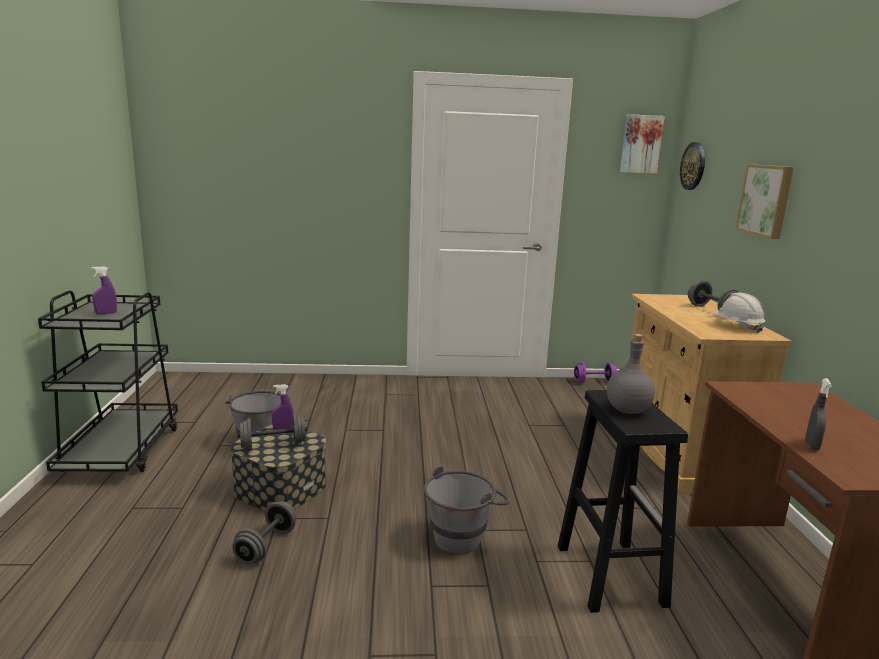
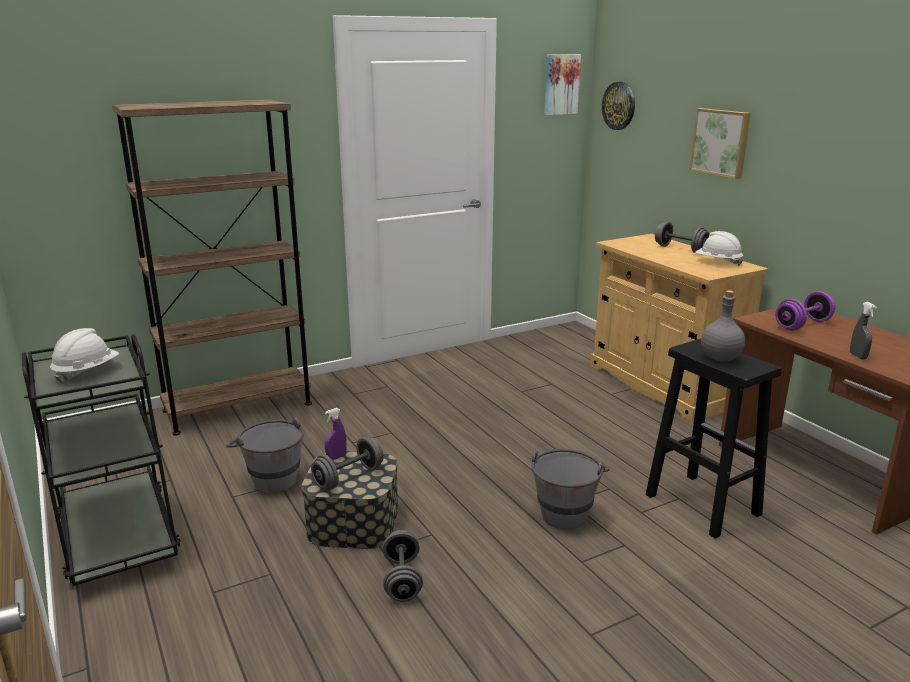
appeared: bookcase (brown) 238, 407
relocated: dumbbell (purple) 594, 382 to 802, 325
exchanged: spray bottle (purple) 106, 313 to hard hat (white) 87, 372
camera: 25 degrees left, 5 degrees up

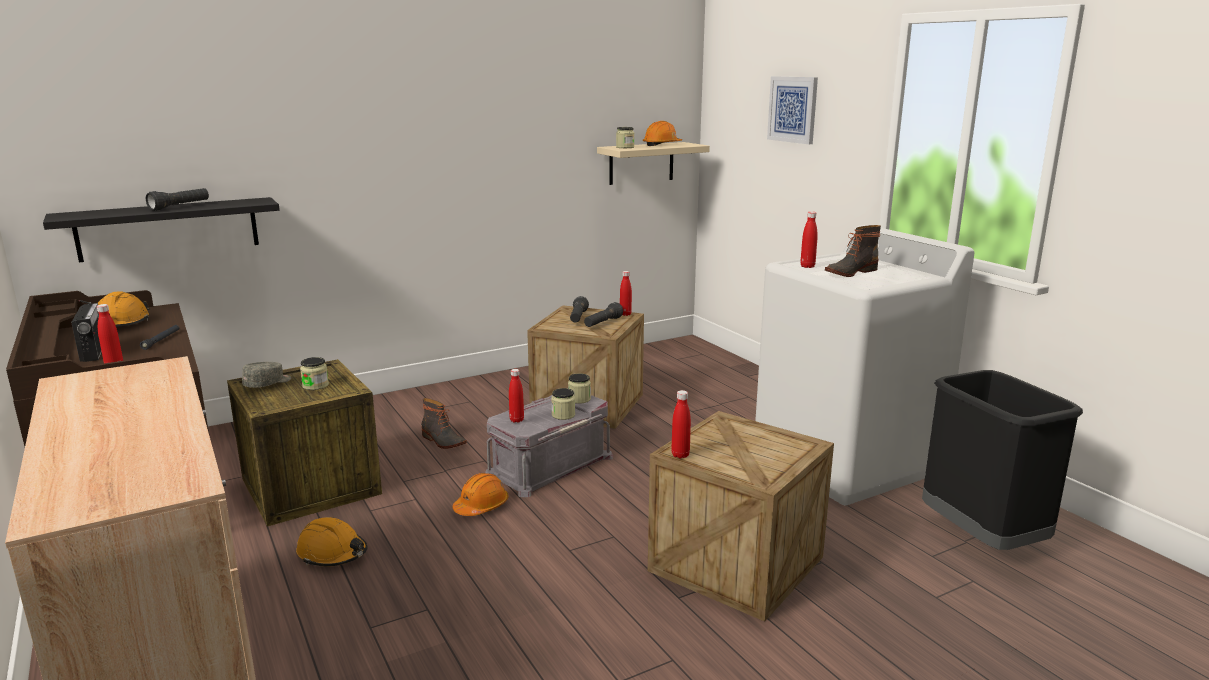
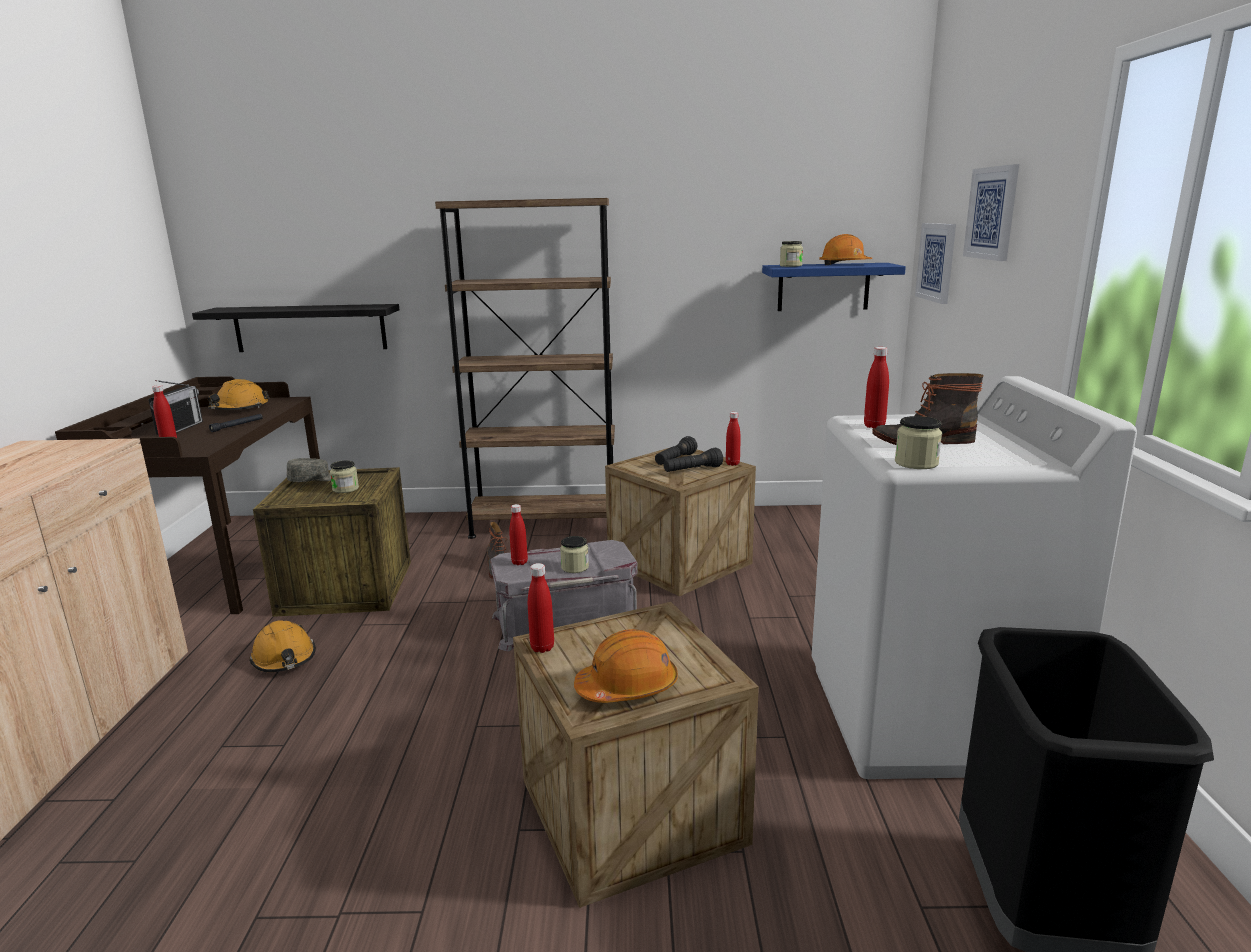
missing: flashlight (black) 180, 207
appeared: bookcase (brown) 544, 524; picture 937, 262
relocated: jar 579, 399 to 916, 463; hard hat (orange) 481, 506 to 627, 687
colour: shelf (beige) 641, 163 to shelf (blue) 823, 287
camera: 30 degrees right, 0 degrees up

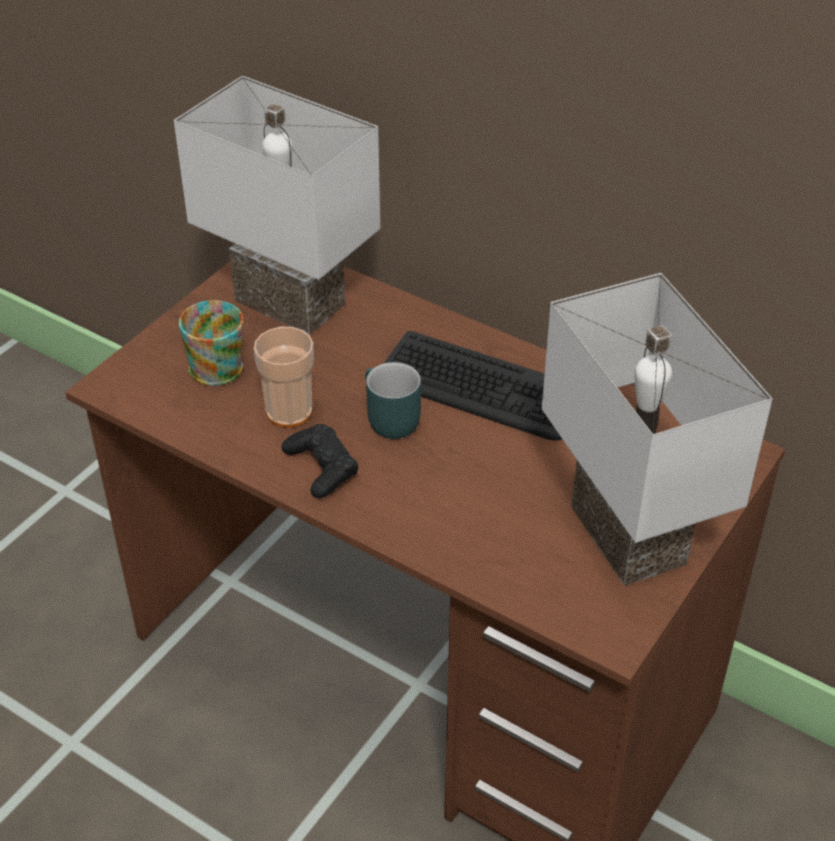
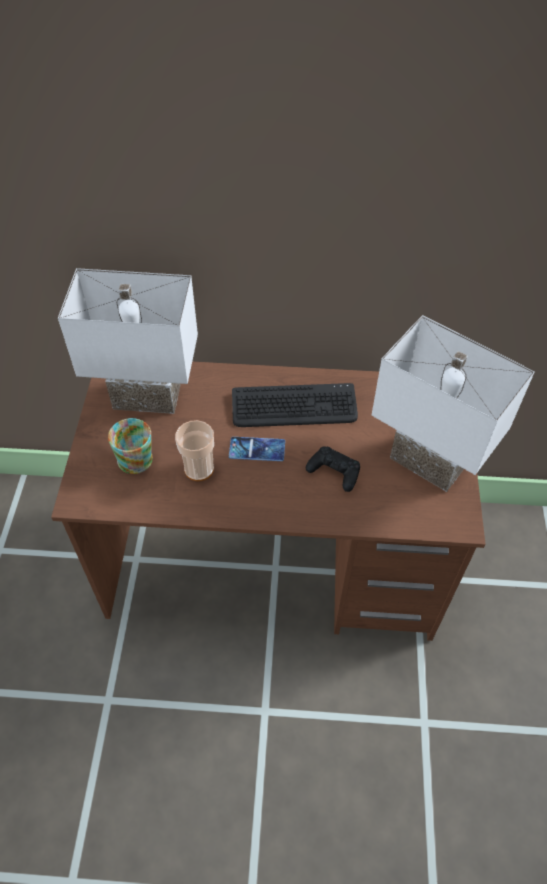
relocated: game controller (black) 321, 467 to 334, 471
exchanged: mug (turquoise) 386, 420 to phone 257, 449
camera: 30 degrees left, 10 degrees up

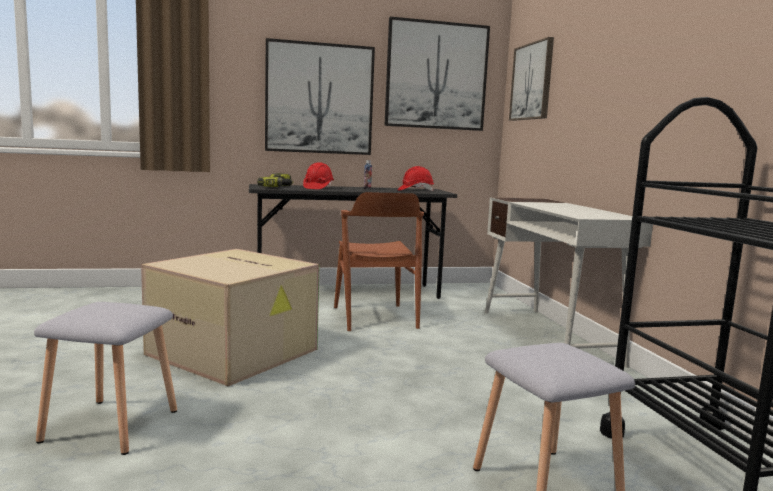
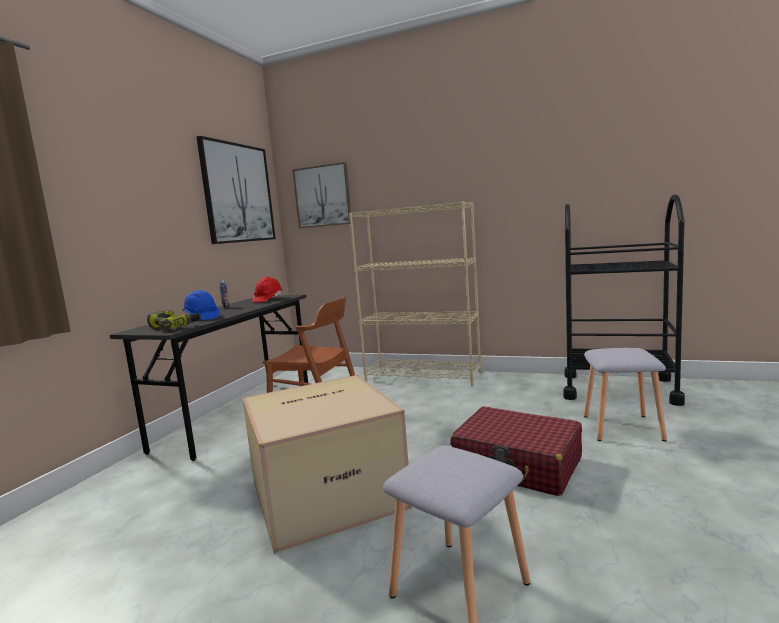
missing: picture 319, 99
appeared: suitcase (red) 518, 464
exchanged: desk (white) 548, 336 to bookcase (beige) 423, 376
colour: hard hat (red) 318, 188 to hard hat (blue) 202, 317
camera: 55 degrees left, 0 degrees up

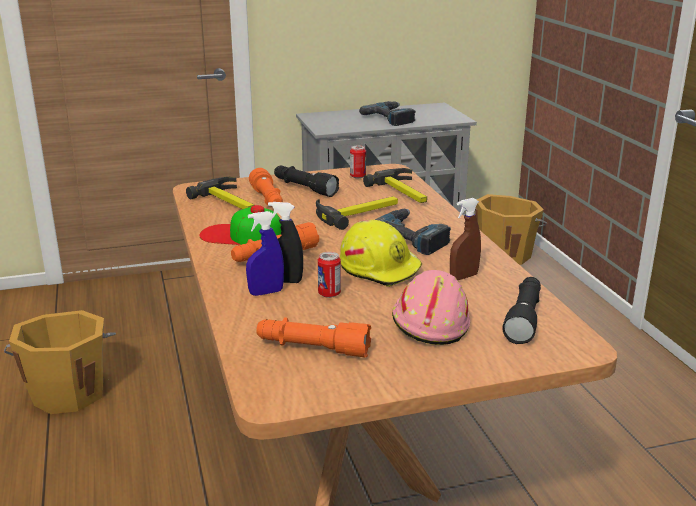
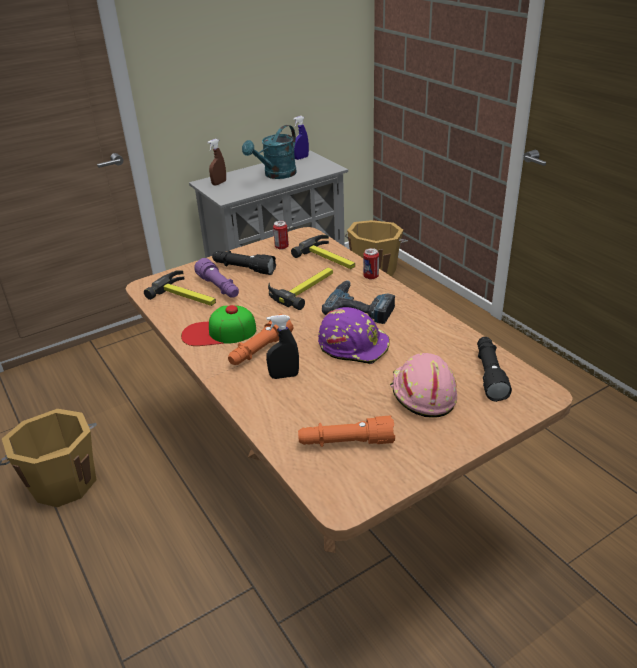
relocated: spray bottle (brown) 463, 277 to 219, 183; spray bottle (blue) 266, 292 to 301, 158; can 329, 294 to 371, 276
exchanged: power drill 392, 118 to watering can (turquoise) 276, 175
colour: flashlight (orange) 268, 200 to flashlight (purple) 219, 288; hard hat (yellow) 380, 268 to hard hat (purple) 353, 345
camera: 15 degrees left, 10 degrees up

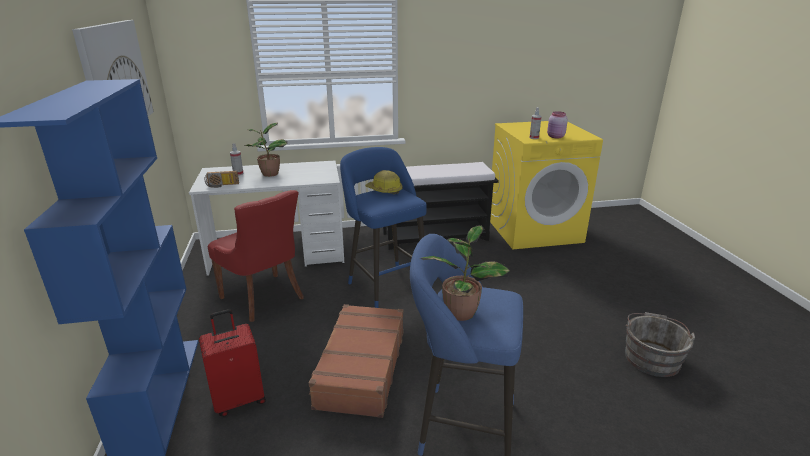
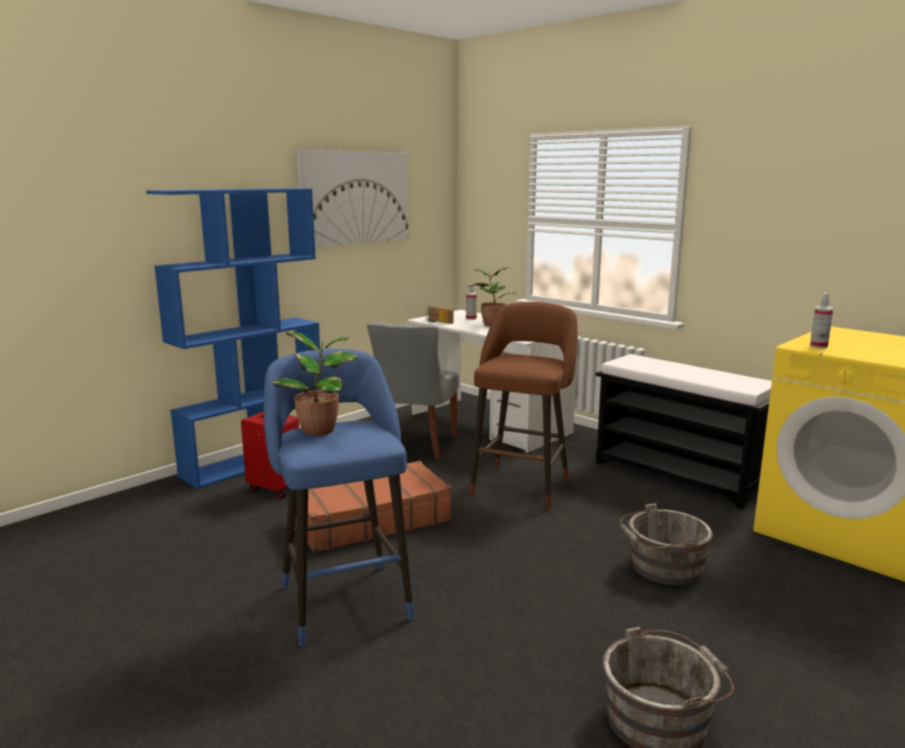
missing: jar (pink) 555, 137; hard hat 384, 190
appeared: bucket (grey) 662, 567
colour: stool (blue) 385, 285 to stool (brown) 522, 484; chair (red) 264, 298 to chair (grey) 414, 445
camera: 55 degrees right, 10 degrees down

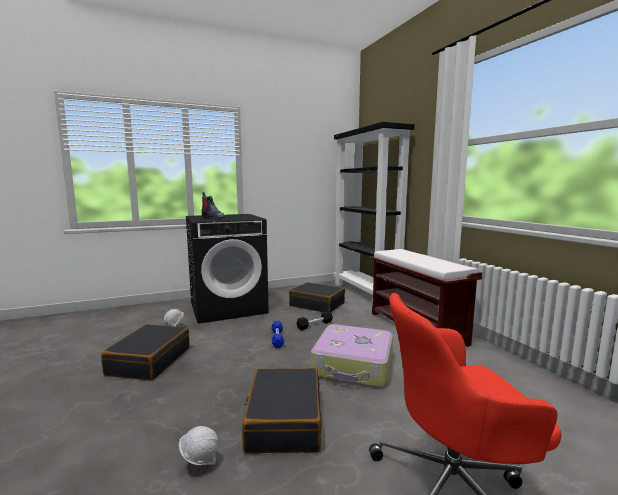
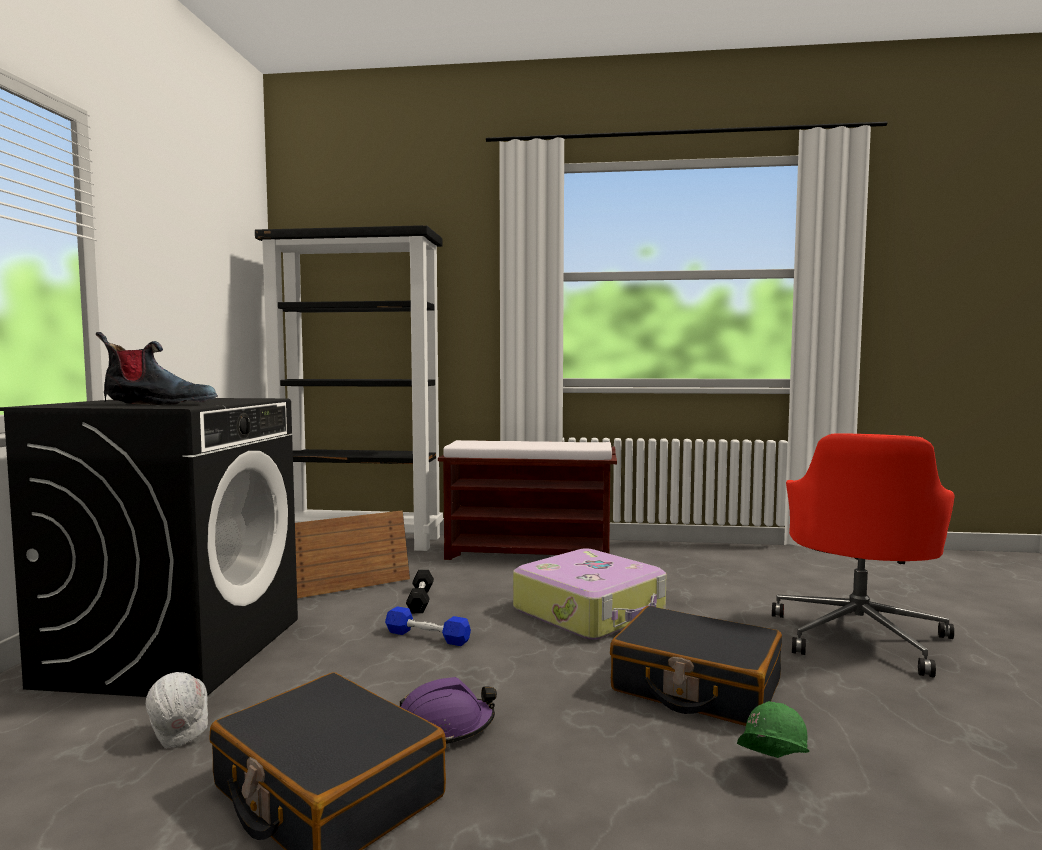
appeared: hard hat (purple) 445, 728
exchanged: suitcase (black) 317, 304 to crate 338, 578
colour: hard hat (white) 200, 463 to hard hat (green) 770, 770
camera: 60 degrees left, 5 degrees down

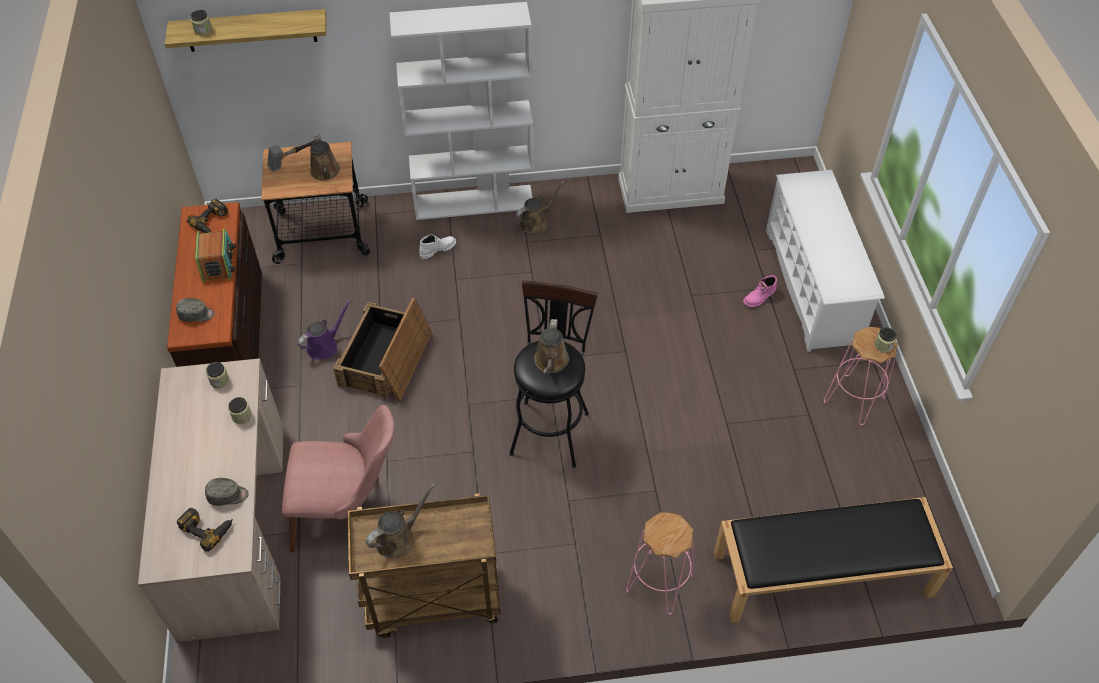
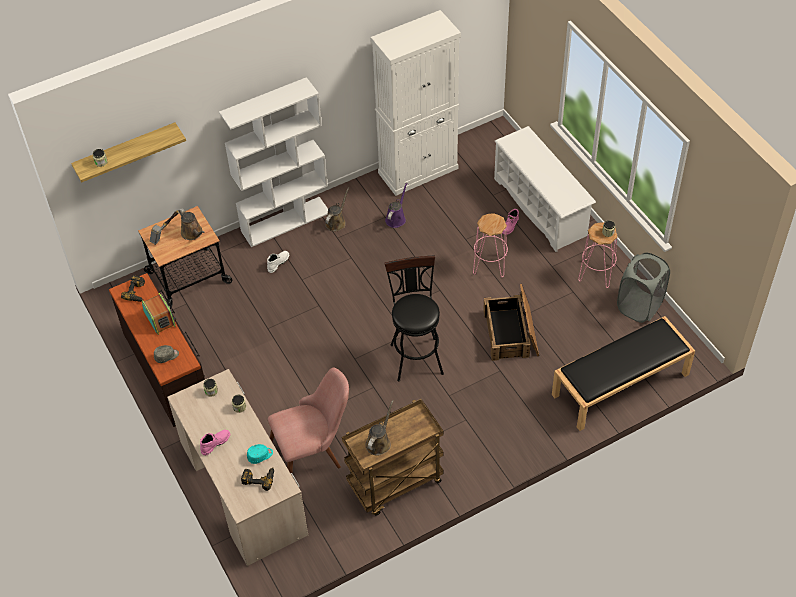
missing: watering can (brown) 551, 362
appeared: laundry basket (grey) 639, 306; boot (pink) 215, 443
relocated: crate 386, 360 to 511, 333; watering can (purple) 324, 346 to 396, 218; stool (pink) 659, 583 to 490, 264
colour: cap (grey) 228, 496 to cap (turquoise) 260, 455
camera: 20 degrees left, 0 degrees up

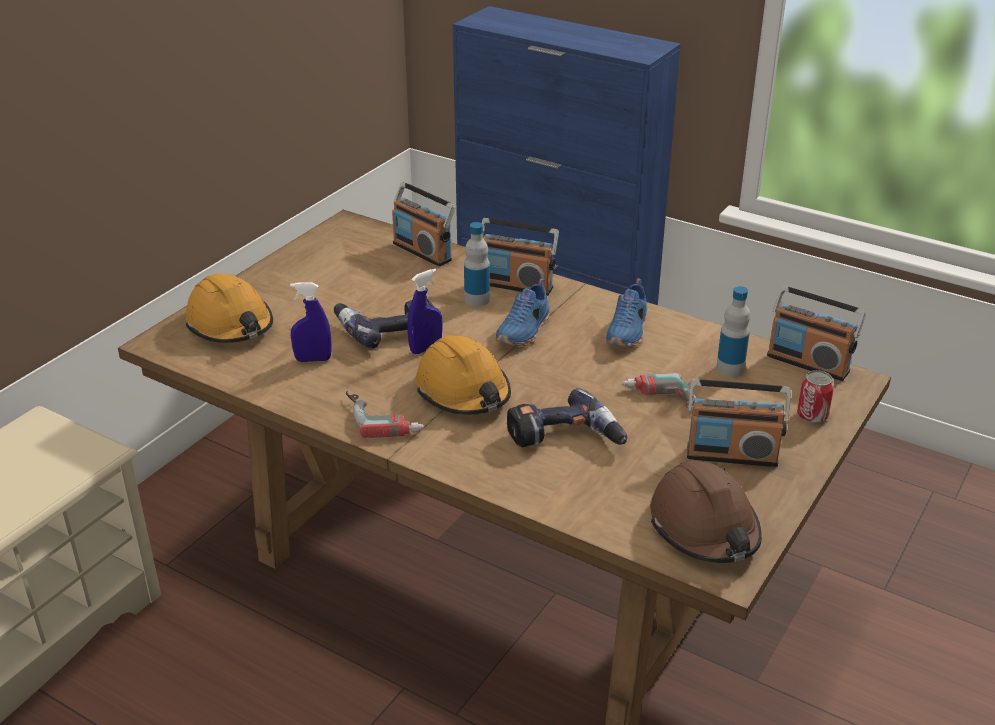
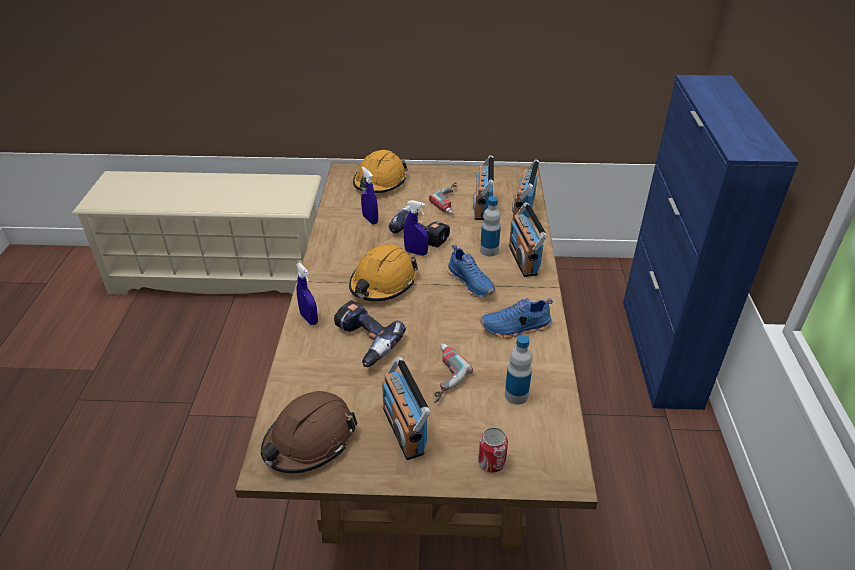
appeared: spray bottle (blue) 309, 319
relocated: radio 808, 363 to 482, 206; power drill 384, 416 to 452, 201
spun: shoe (blue) 525, 331 = 471, 282 120 degrees counterclockwise
camera: 60 degrees right, 5 degrees up

